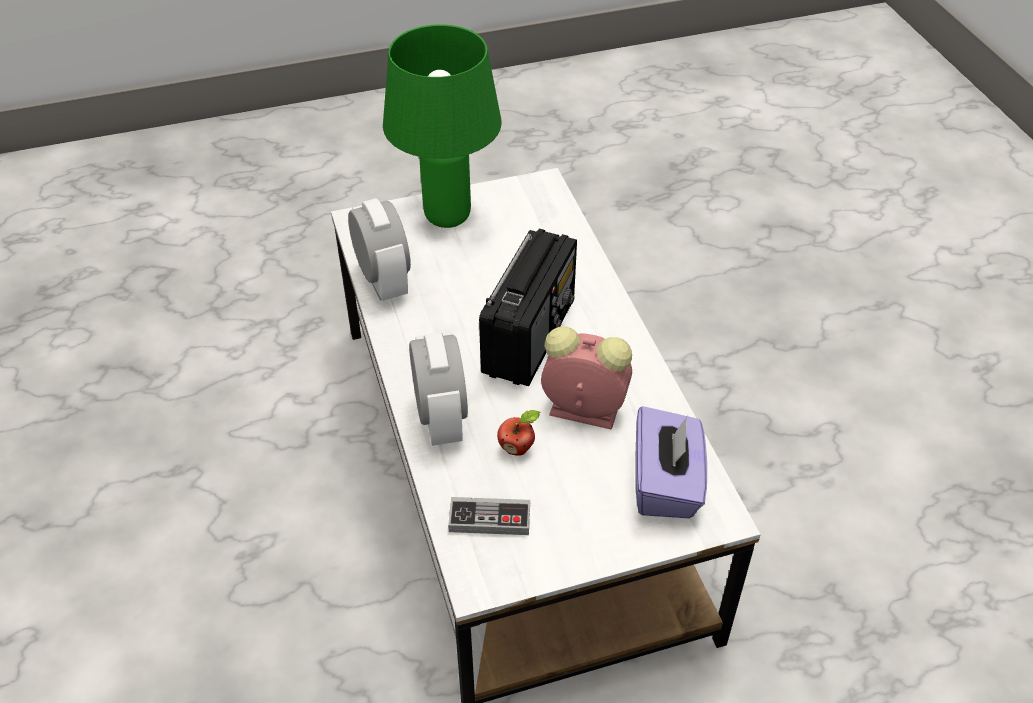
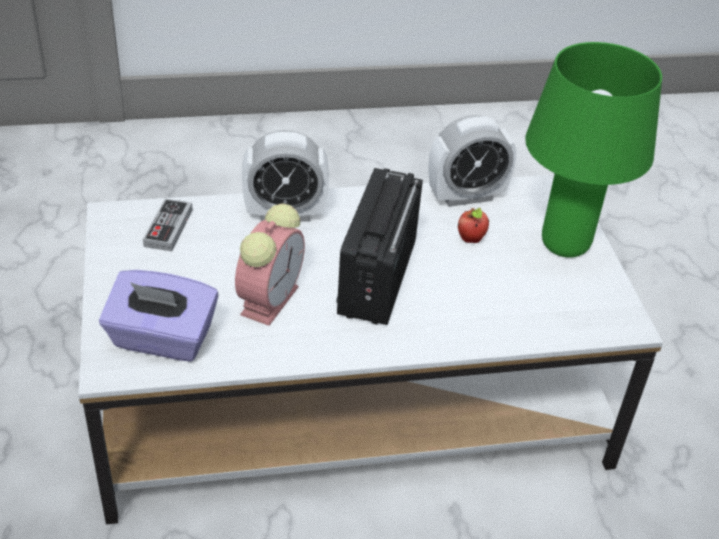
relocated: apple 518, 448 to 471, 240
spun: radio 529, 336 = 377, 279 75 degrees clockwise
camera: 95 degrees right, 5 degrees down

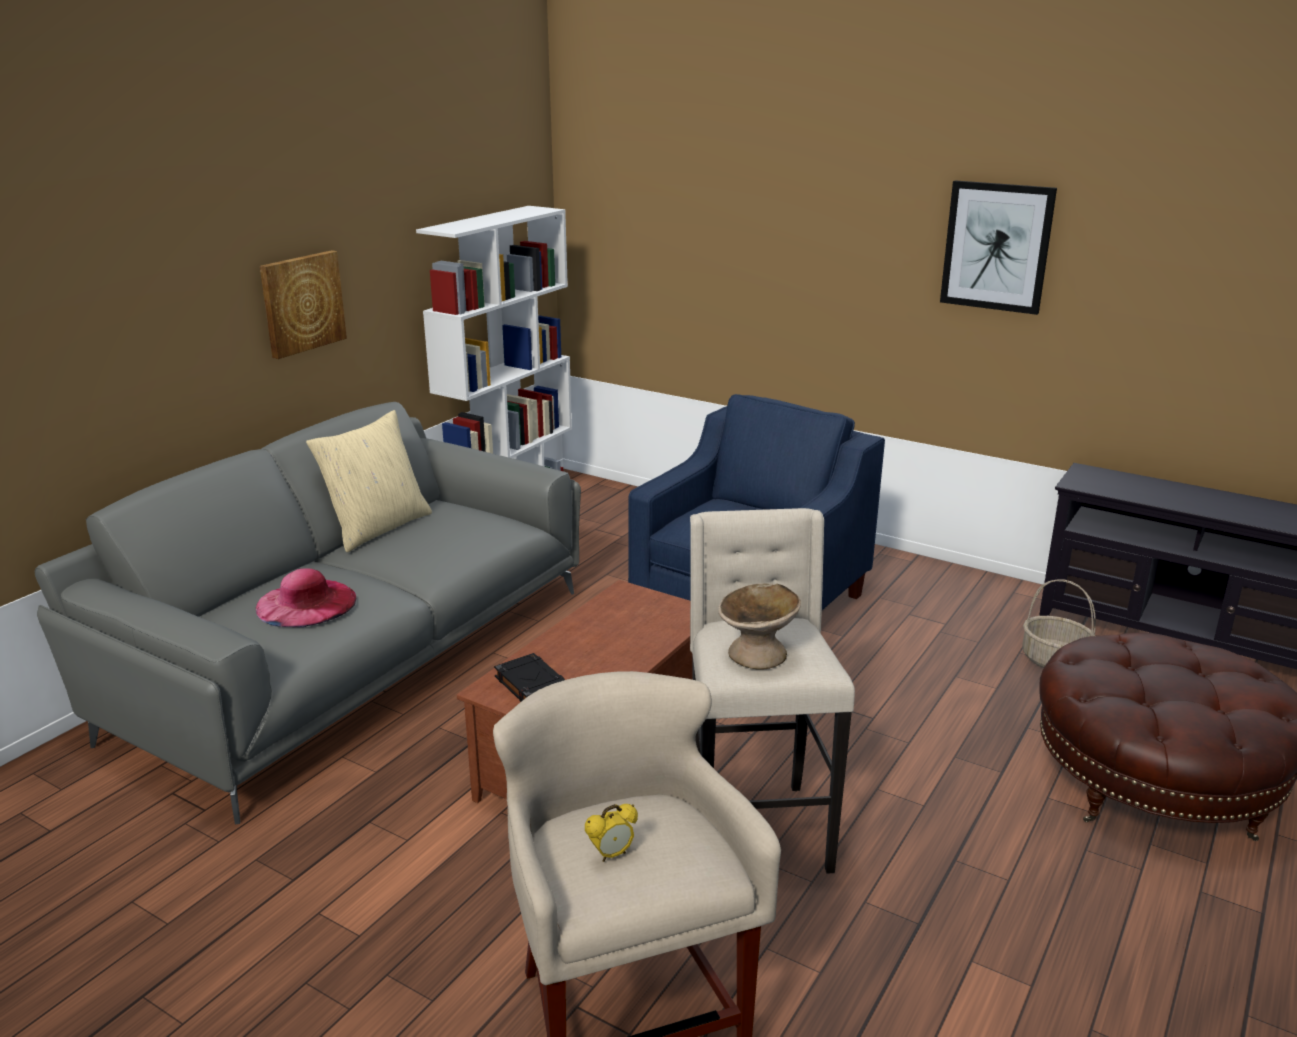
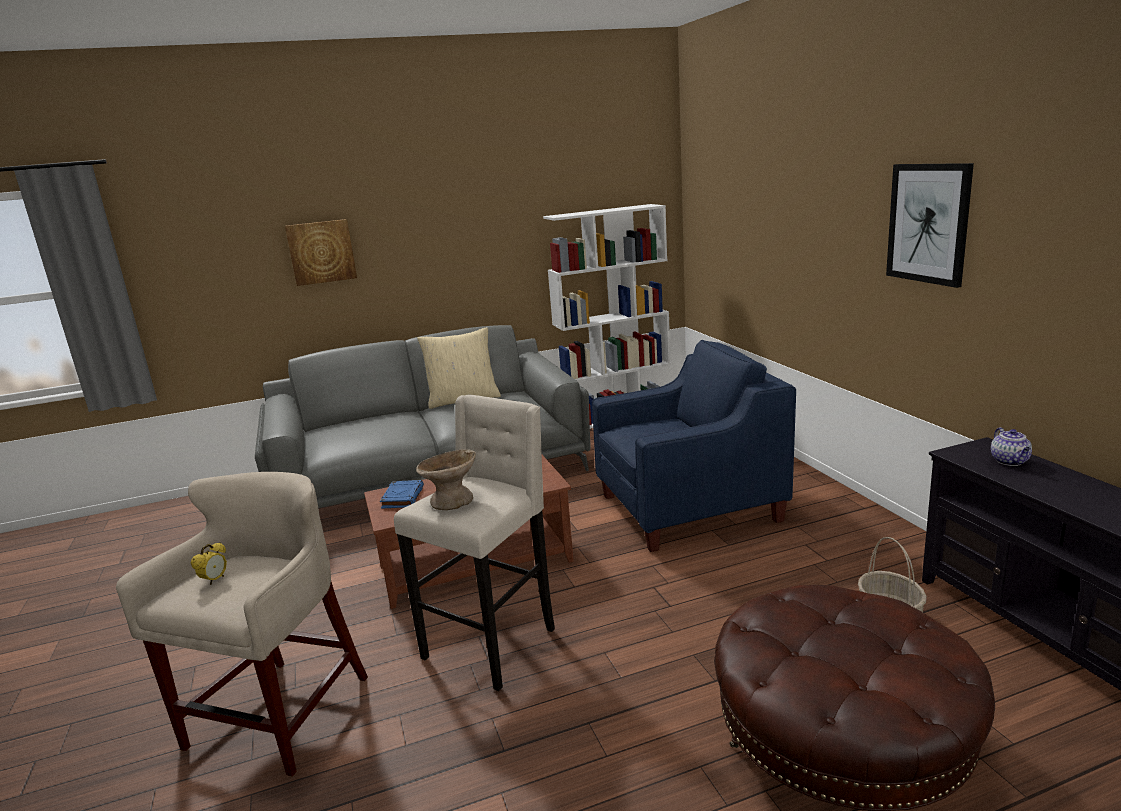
missing: hat (pink) 306, 603
appeared: teapot 1010, 461
relocated: picture 302, 303 to 321, 252
colour: book (black) 530, 684 to book (blue) 402, 497
spun: alarm clock 612, 854 = 215, 580 75 degrees counterclockwise
camera: 40 degrees right, 5 degrees down

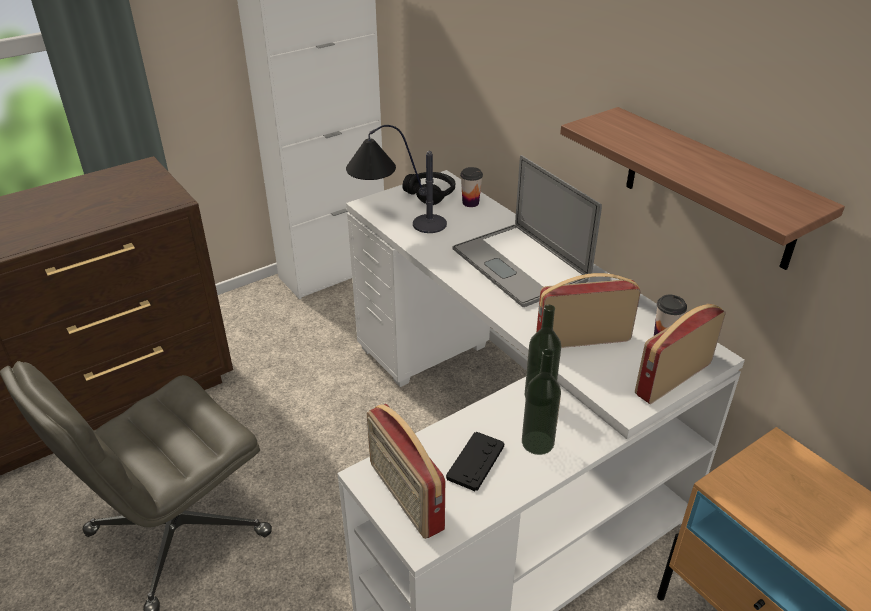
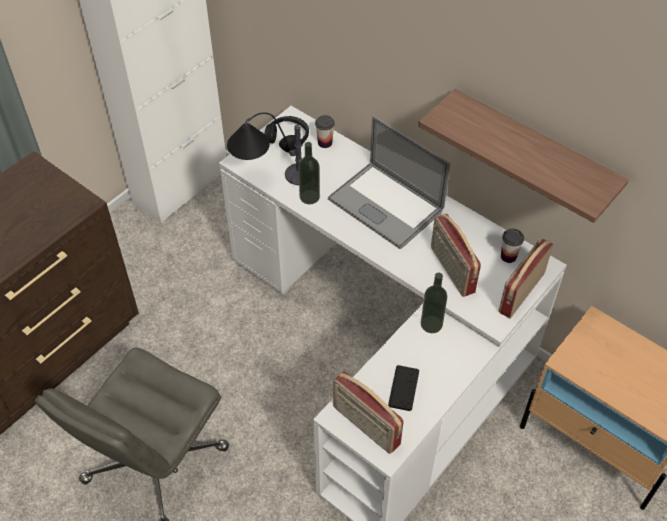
relocated: bottle 537, 442 to 309, 197
spun: radio 582, 339 = 451, 270 90 degrees counterclockwise
camera: 15 degrees left, 15 degrees up

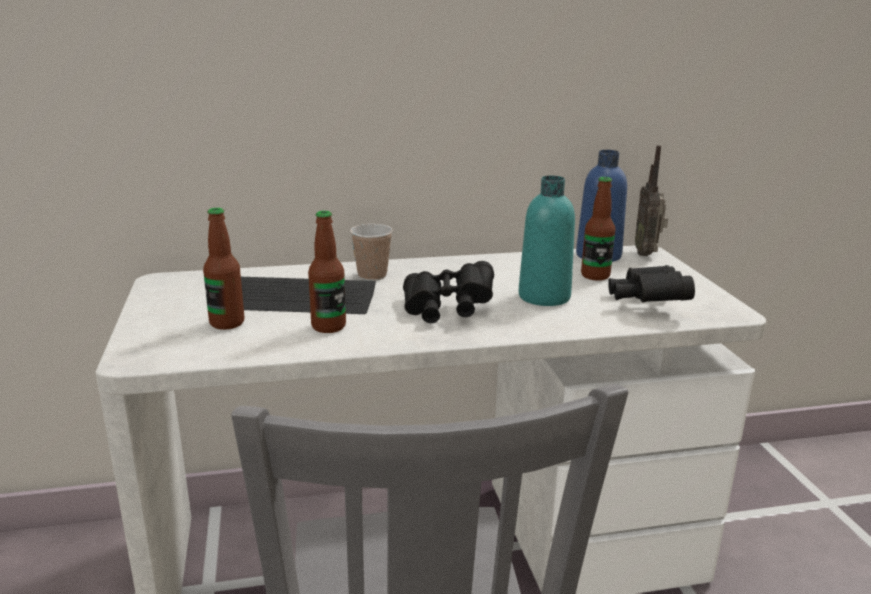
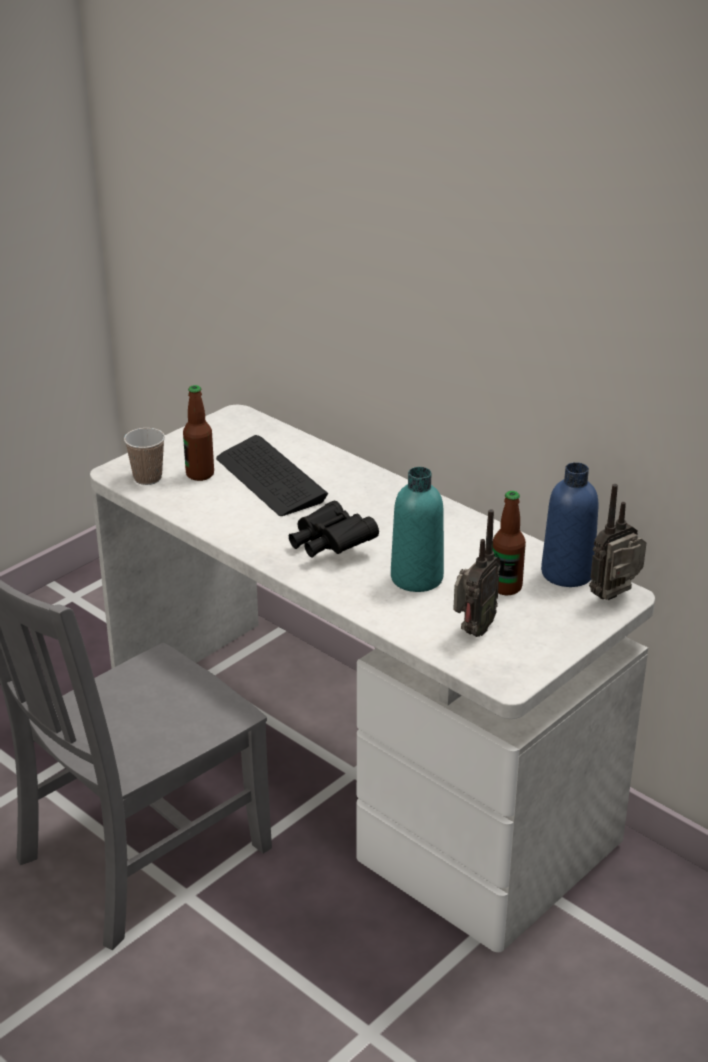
missing: bottle 328, 326
relocated: cup 372, 275 to 147, 478
exchanged: binoculars (black) 647, 302 to radio 472, 631
camera: 55 degrees right, 10 degrees up

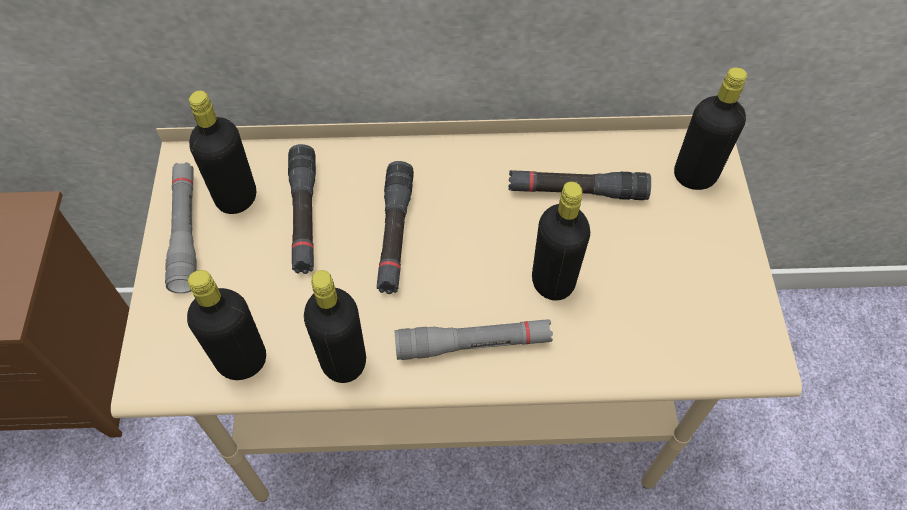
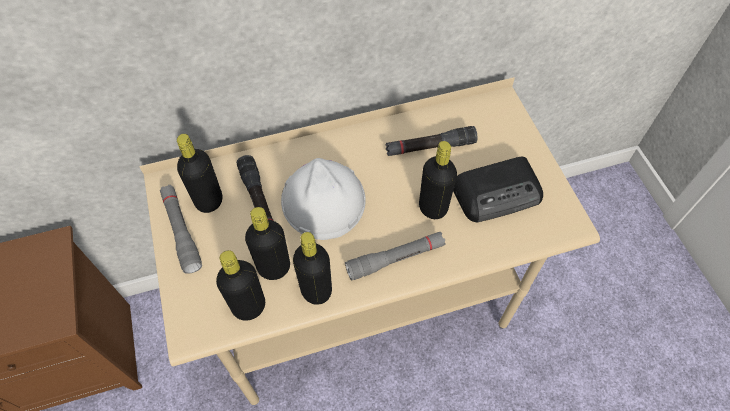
appeared: radio 498, 193
relocated: bottle (black) 694, 176 to 274, 267
exchanged: flashlight (black) 394, 234 to hard hat (white) 323, 200
camera: 15 degrees left, 0 degrees up

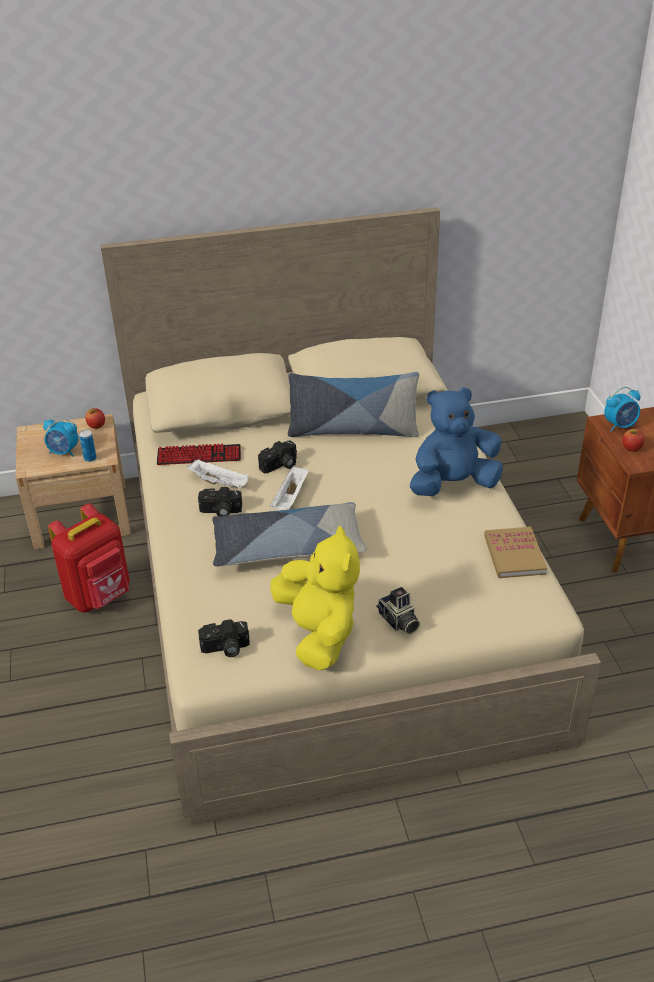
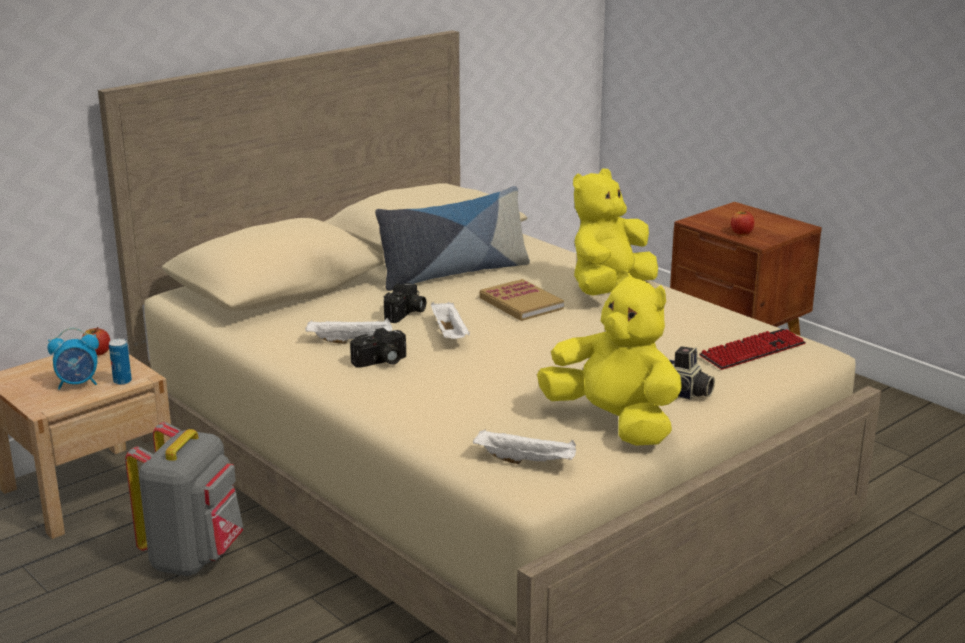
missing: alarm clock 620, 426; pillow 287, 547
relocated: keyboard 199, 456 to 752, 351; book 514, 555 to 521, 303
exchanged: photo camera 225, 648 to tray (white) 526, 461
colour: plush toy (blue) 453, 484 to plush toy (yellow) 609, 289; backpack (red) 100, 596 to backpack (grey) 194, 557
camera: 30 degrees left, 15 degrees down

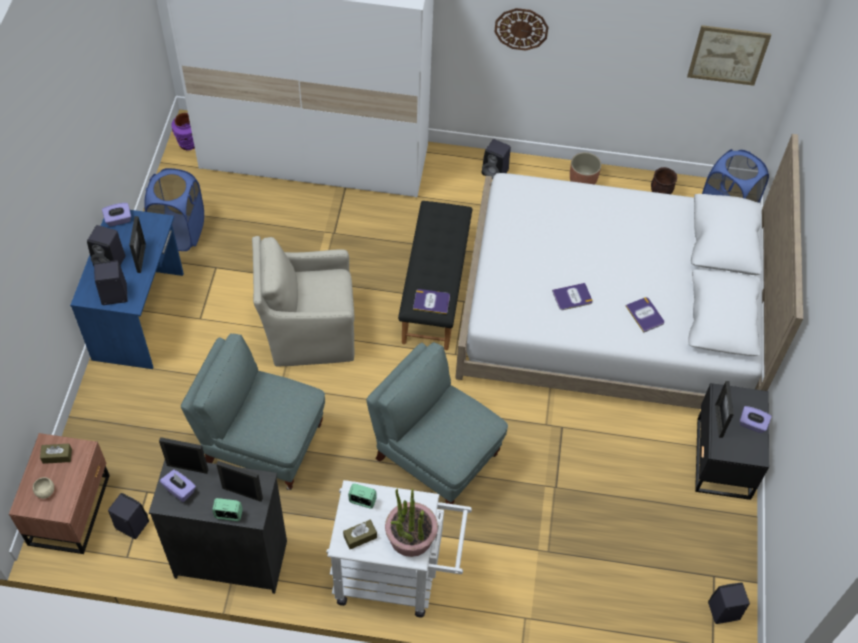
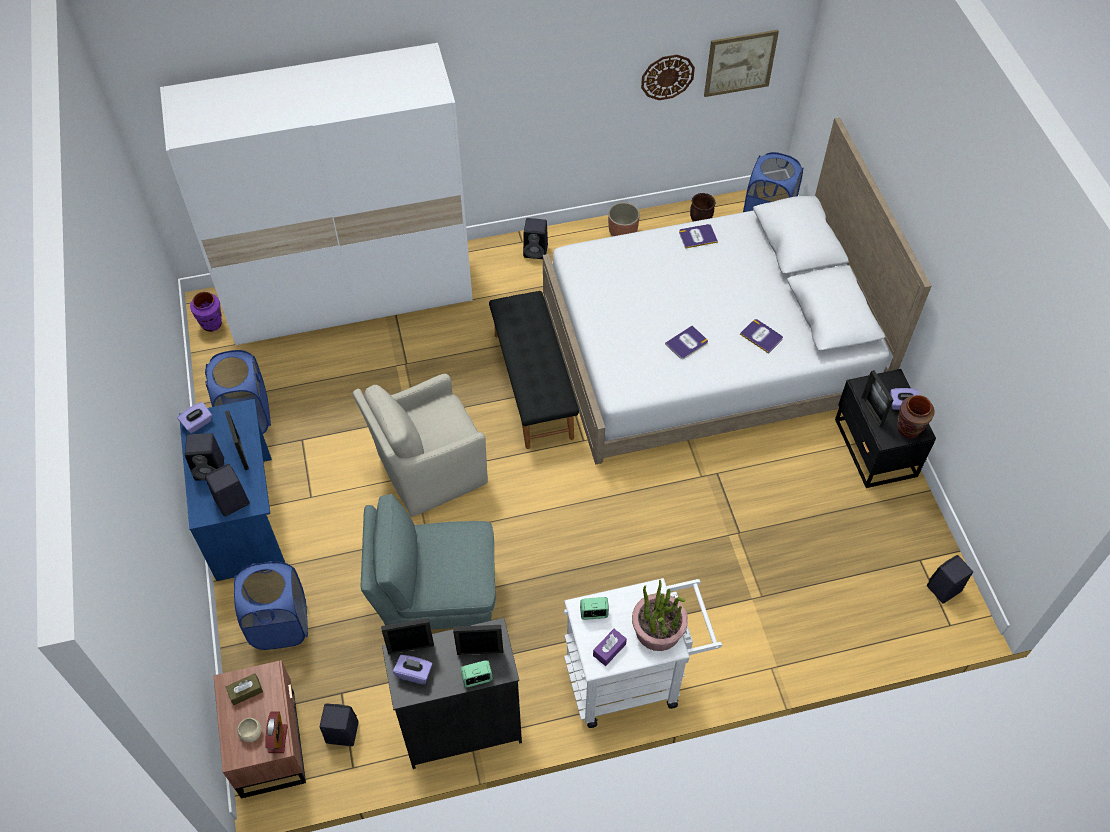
missing: armchair (grey) 436, 456
appeared: vase (brown) 908, 429; laundry basket (blue) 280, 625; alarm clock 277, 739
relocated: wall clock 521, 28 to 667, 76; book 431, 302 to 697, 236
colour: tissue box (brown) 360, 537 to tissue box (purple) 609, 650
camera: 20 degrees left, 0 degrees up

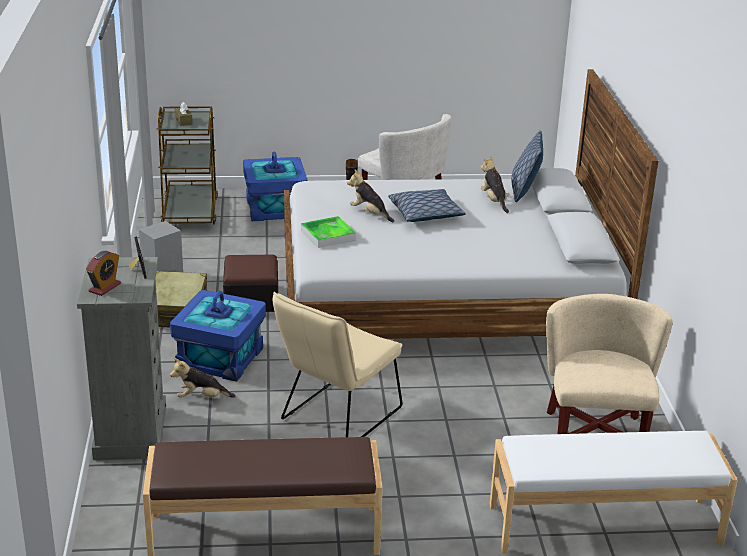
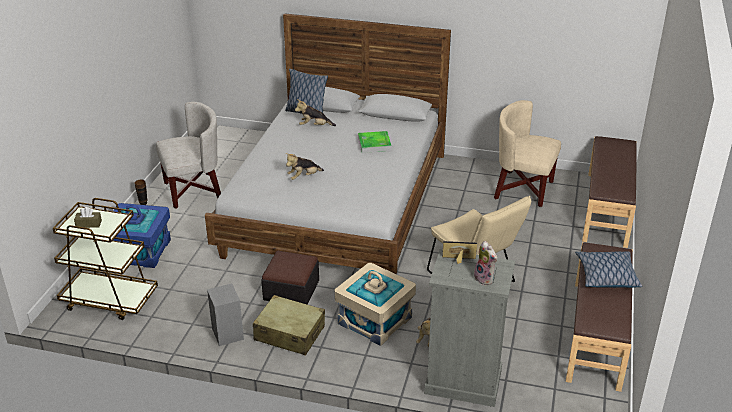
relocated: pillow 425, 214 to 606, 276; tray 328, 235 to 374, 144
exchanged: alarm clock 105, 287 to plush toy 485, 279
colour: storage box (blue) 220, 358 to storage box (beige) 375, 320; bench (white) 604, 525 to bench (brown) 607, 209
camera: 70 degrees left, 5 degrees up

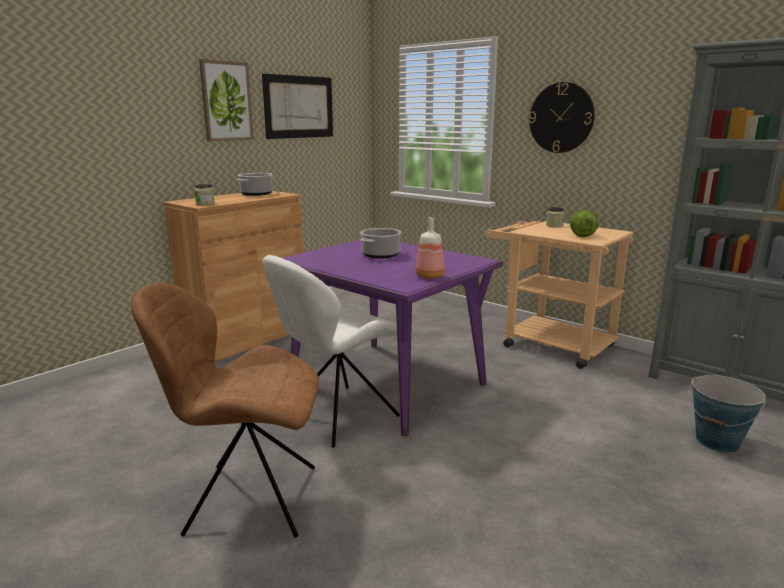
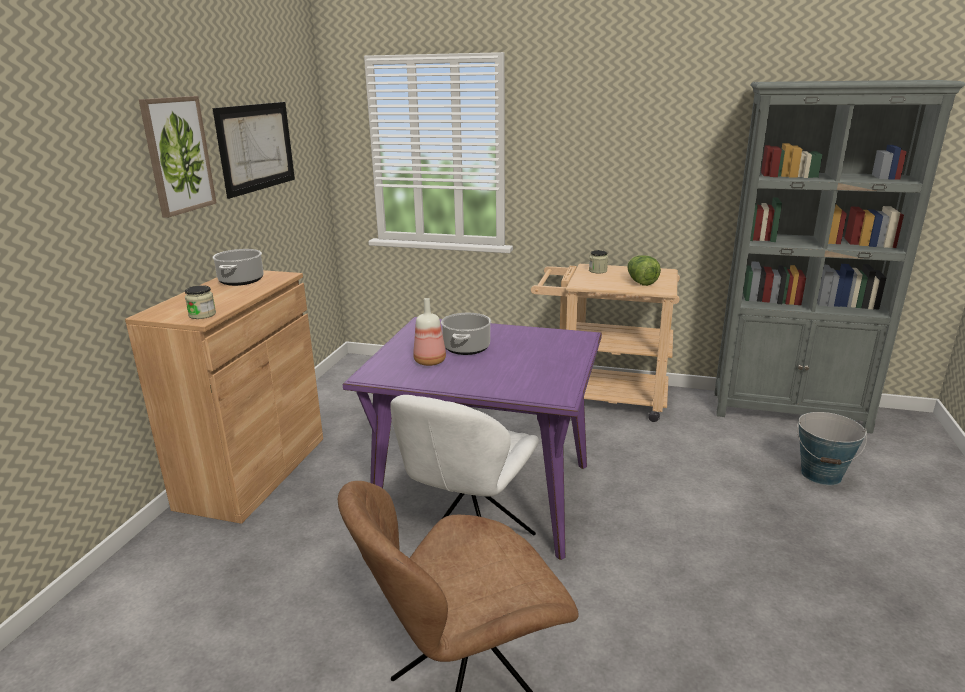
missing: wall clock 561, 118
relocated: bottle 430, 277 to 431, 361
camera: 25 degrees left, 5 degrees up

